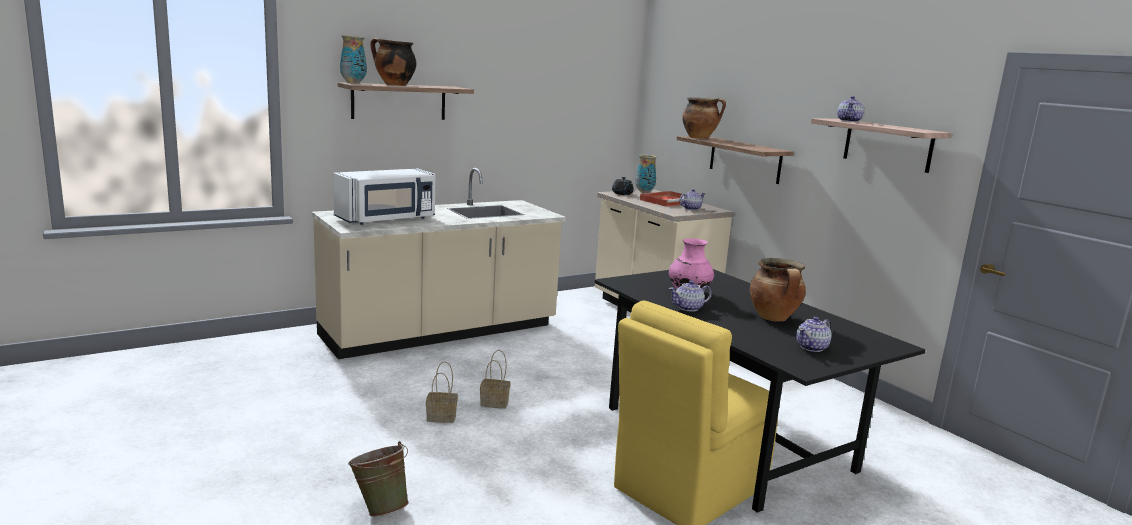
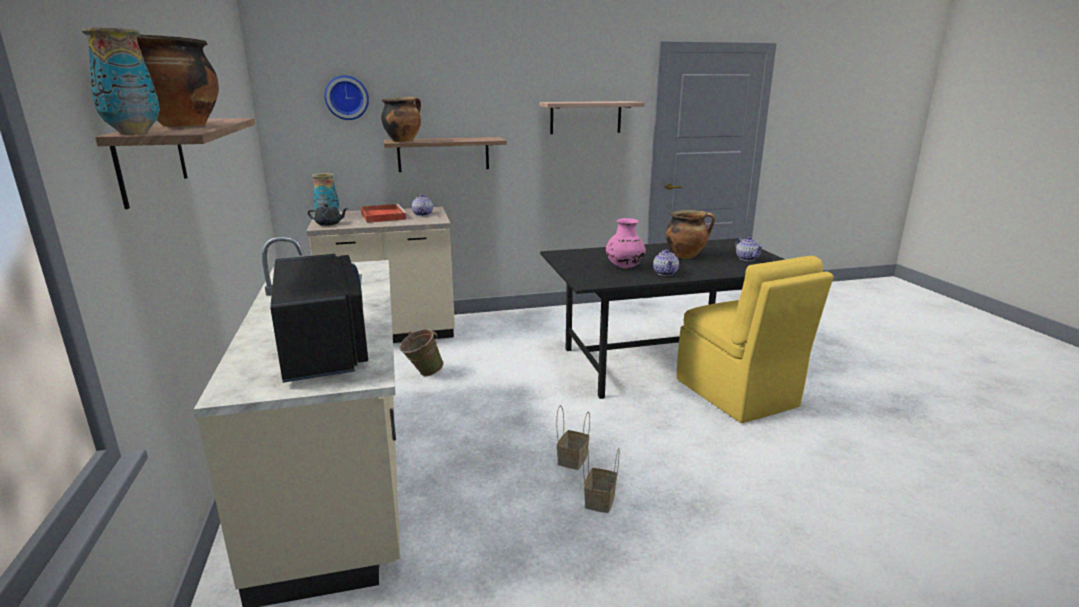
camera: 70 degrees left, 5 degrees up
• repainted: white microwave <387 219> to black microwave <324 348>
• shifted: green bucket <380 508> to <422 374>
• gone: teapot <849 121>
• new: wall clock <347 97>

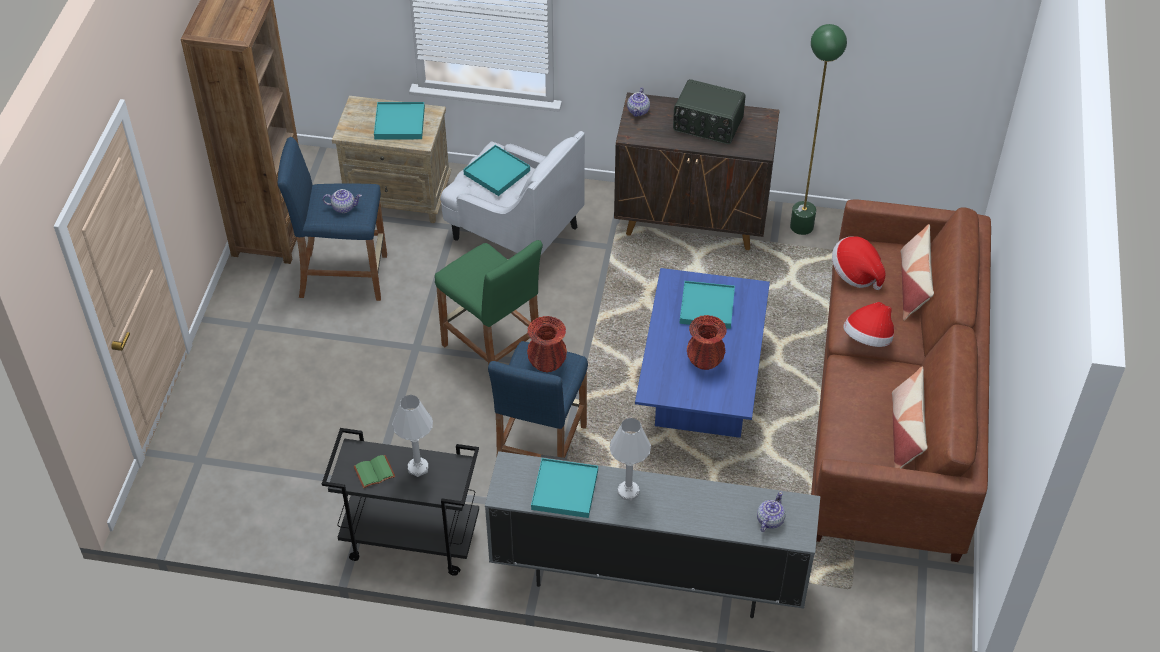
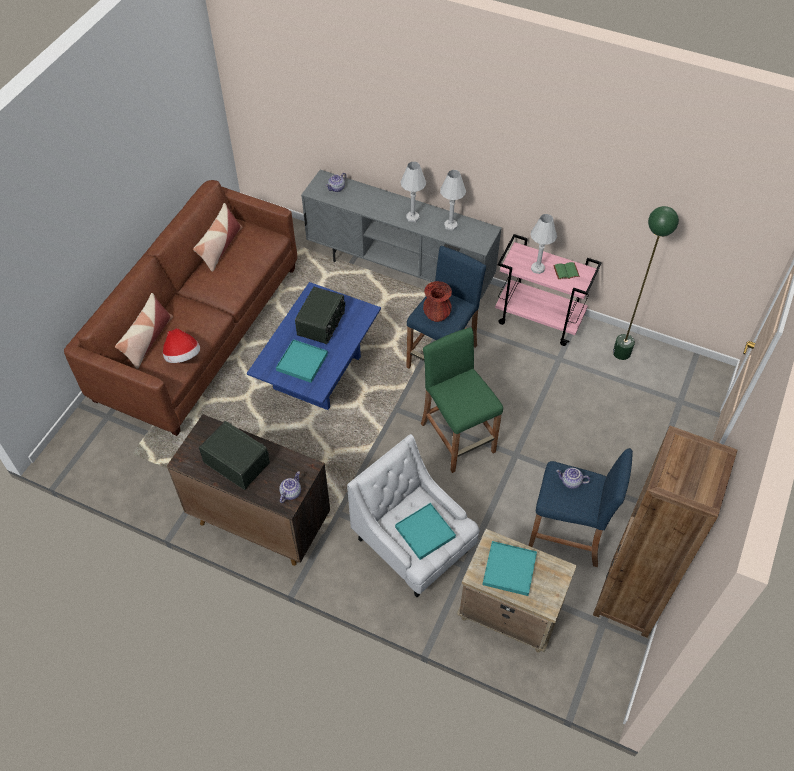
camera: 165 degrees left, 5 degrees up
• repainted: black cart <410 541> to pink cart <539 319>
• swapped: turquoise tray <564 490> to white table lamp <450 225>
• swapped: red vase <705 361> to radio <322 324>
• shifted: green floor lamp <801 226> to <621 352>
• gone: hat <868 339>

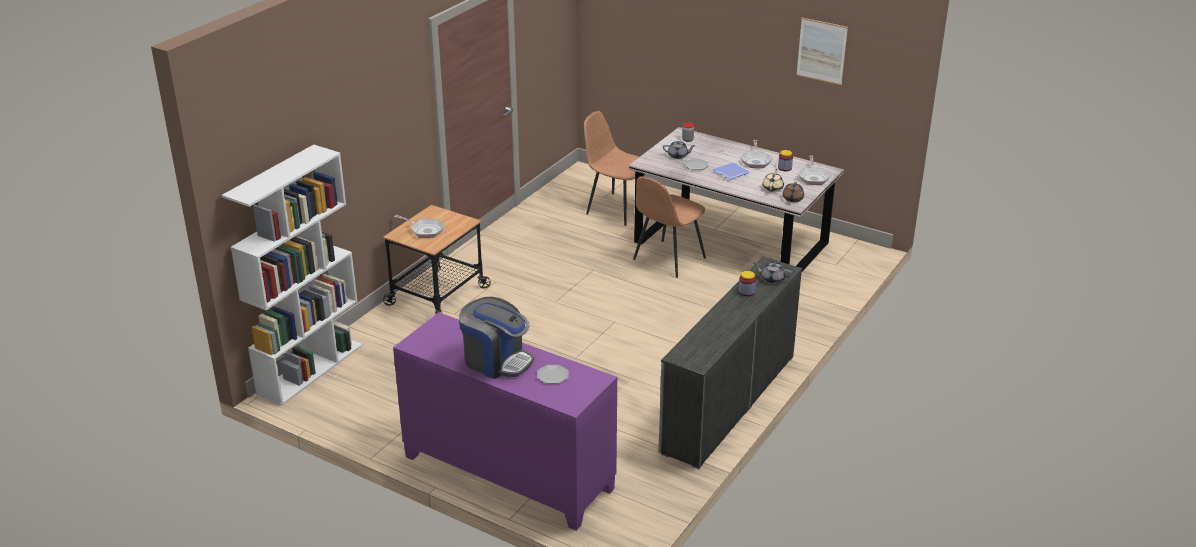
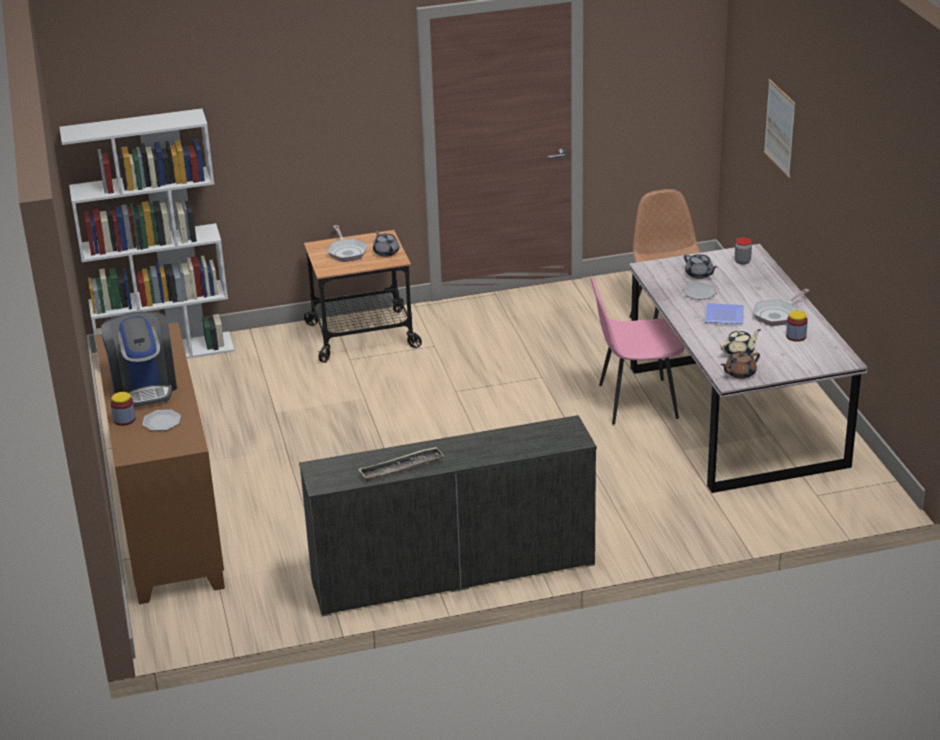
camera: 45 degrees right, 0 degrees up
• repainted: purple cabinet <507 473> to brown cabinet <167 523>
• repainted: brown chair <668 259> to pink chair <635 401>
• shifted: jar <746 292> to <124 419>
• shifted: grey teapot <772 279> to <386 252>
• shifted: picture <821 51> to <779 128>
• gone: frying pan <813 177>
• new: tray <401 468>

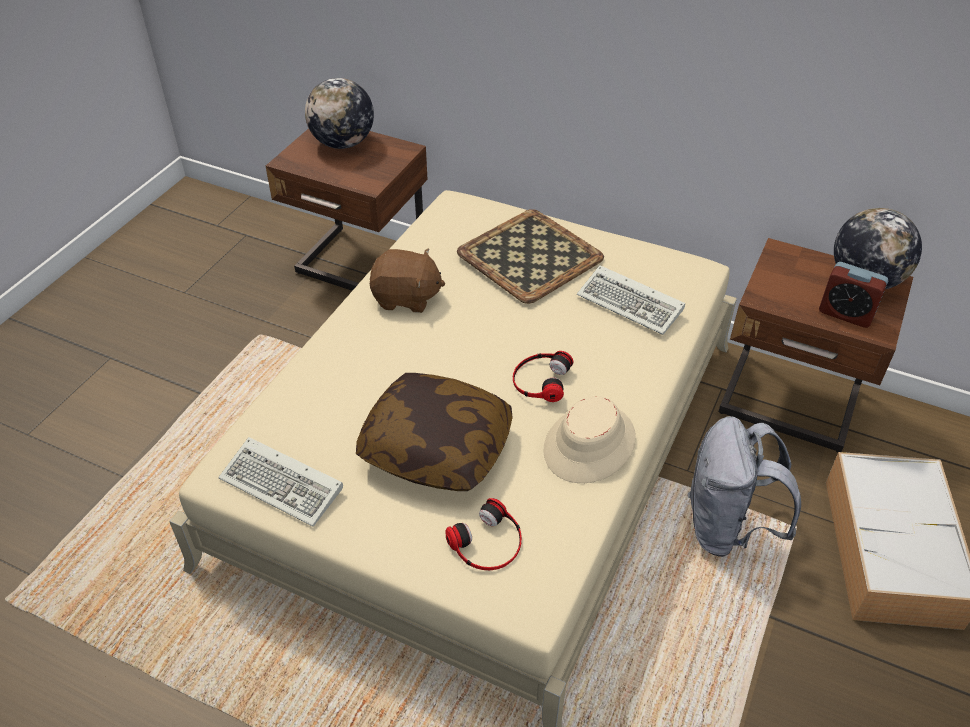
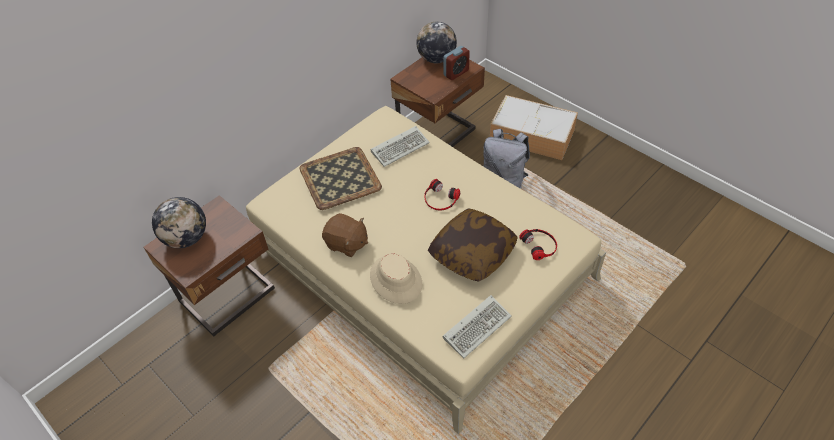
camera: 70 degrees left, 5 degrees up
• rotated: brown plush toy <406 298> = <346 244> 90 degrees clockwise
• shifted: beige hat <589 444> to <396 279>

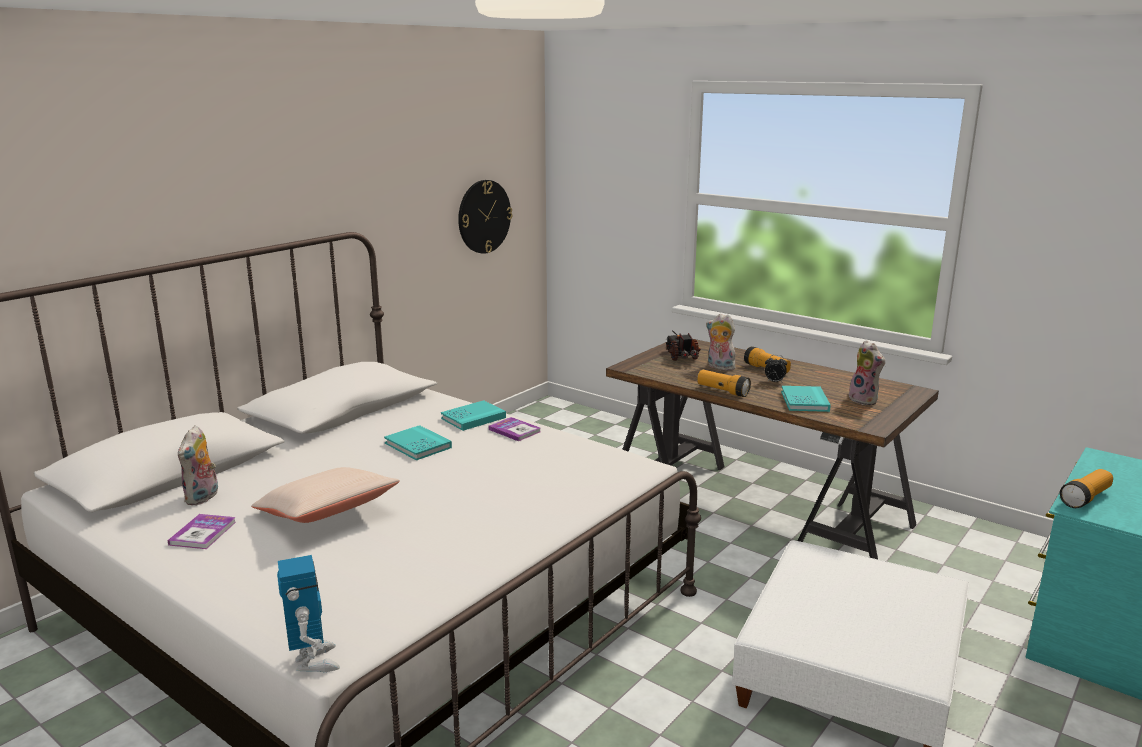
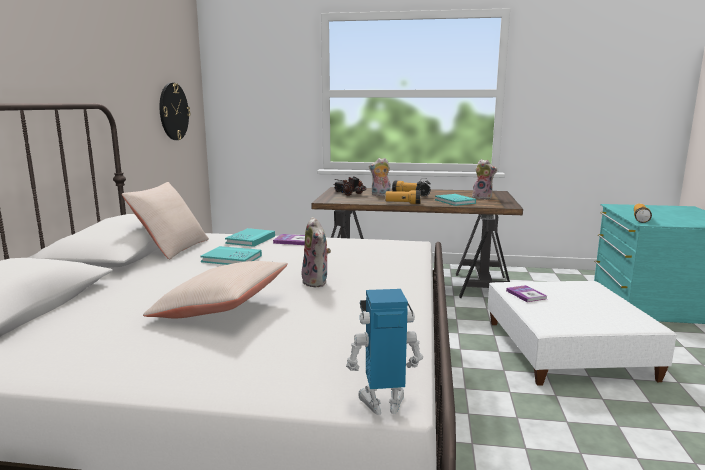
camera: 30 degrees left, 5 degrees down
• shifted: book <203 533> to <526 295>
• shifted: plush toy <203 498> to <317 282>
• rotated: toy robot <313 661> = <383 404> 45 degrees counterclockwise
• new: beige pillow <171 247>

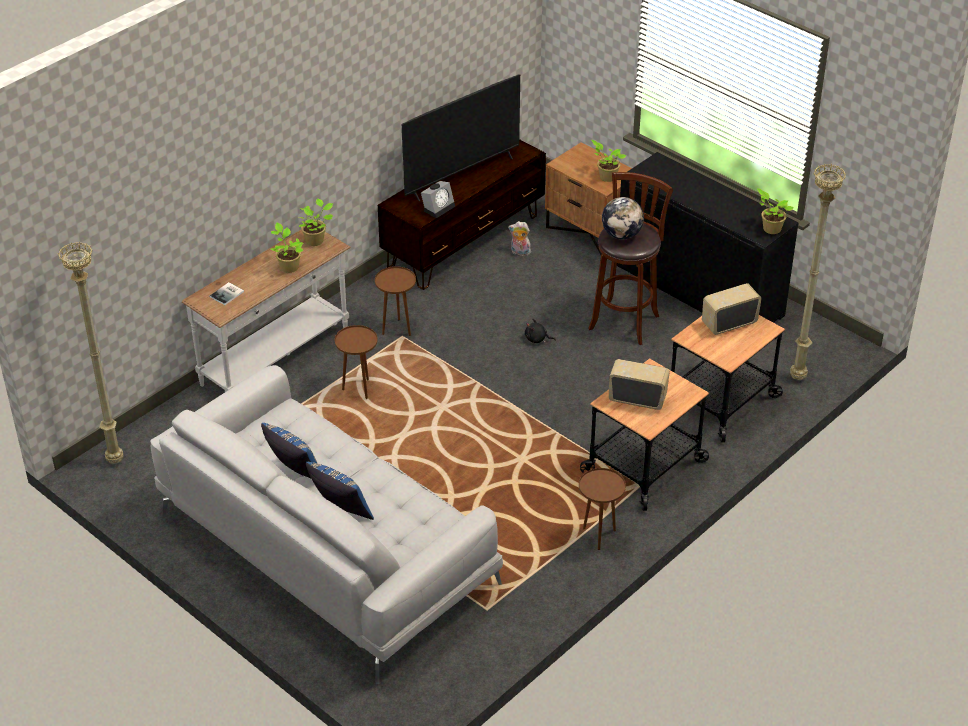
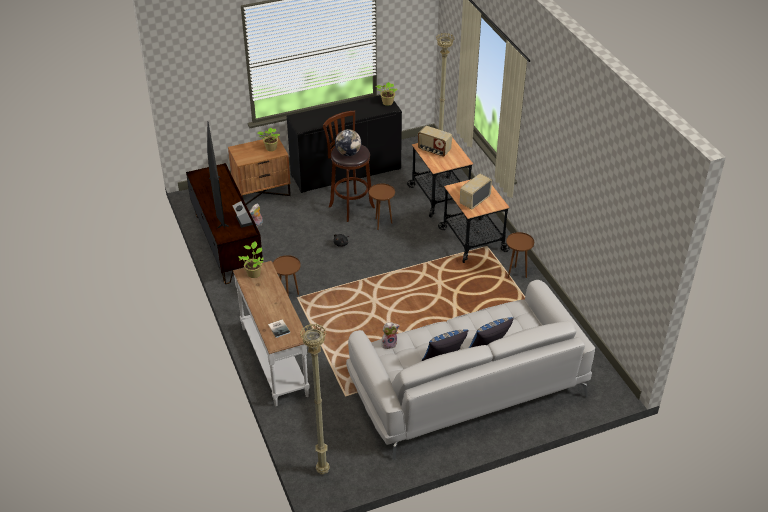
camera: 65 degrees left, 0 degrees up
• gone: potted plant <288 266>
• shifted: brown side table <359 390> to <381 224>
• rotated: radio <729 323> = <434 150> 60 degrees counterclockwise
• new: plush toy <389 344>

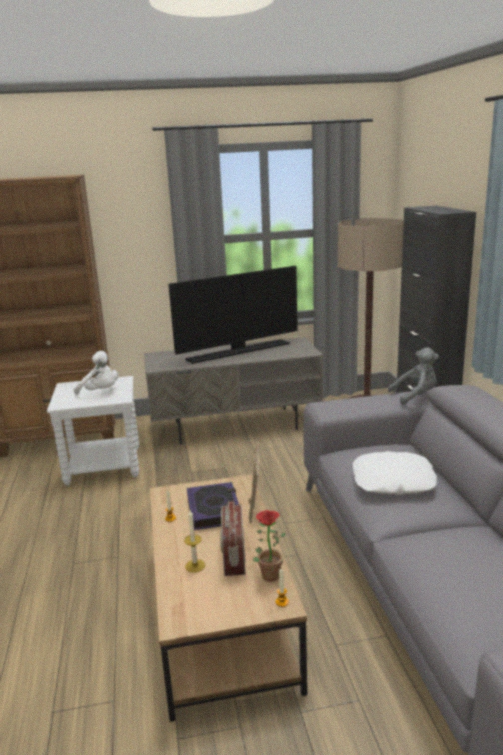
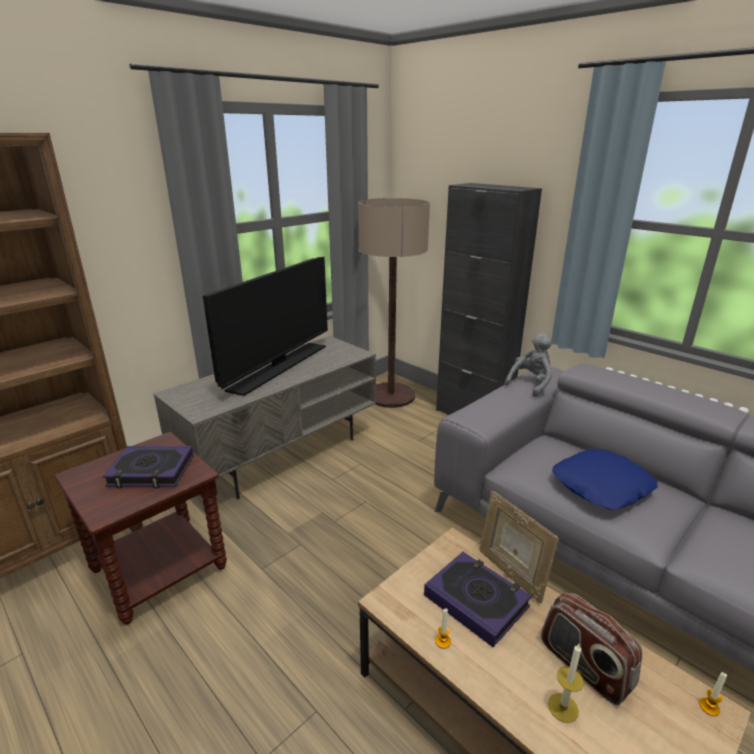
camera: 35 degrees left, 5 degrees up
• repainted: white side table <104 466> to brown side table <159 568>
• swapped: white plush toy <100 392> to book <151 471>
• gone: potted plant <268 573>
• repainted: white pillow <393 481> to blue pillow <602 486>

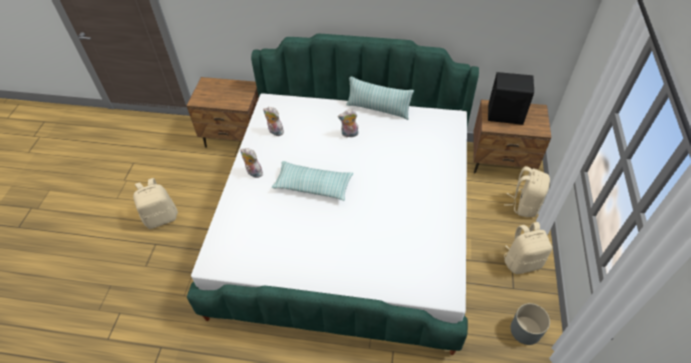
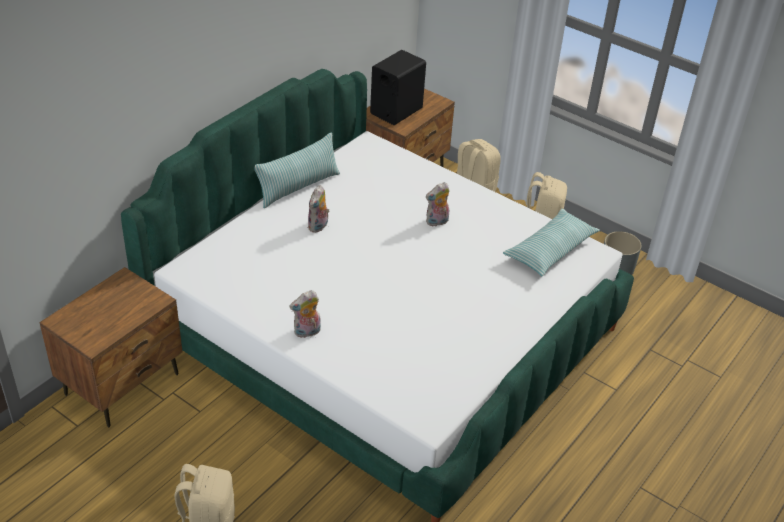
camera: 65 degrees left, 10 degrees down
• shifted: plush toy <274 132> to <437 222>
• shifted: pillow <313 185> to <550 250>

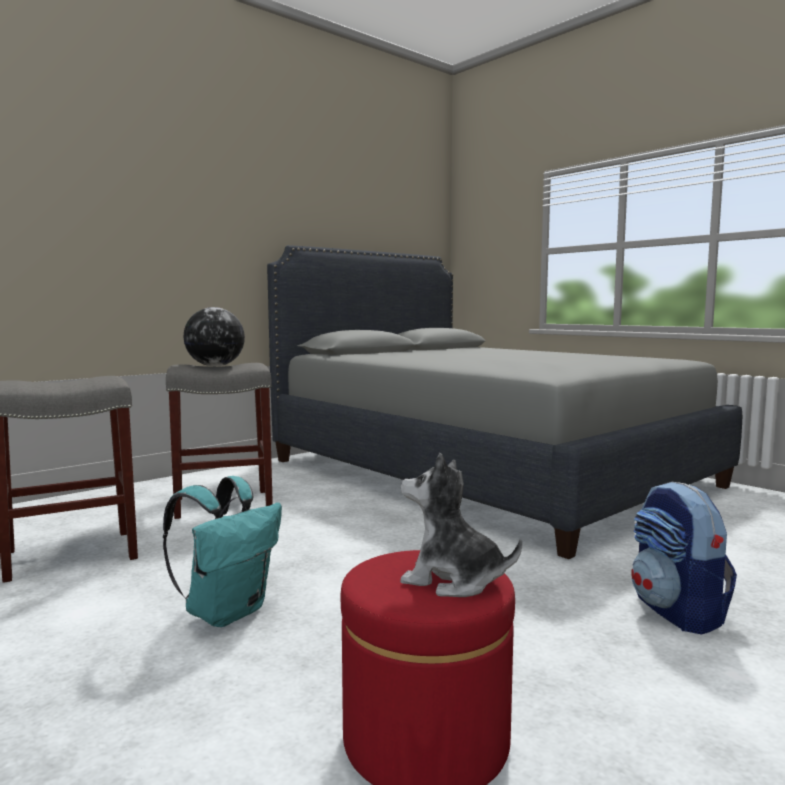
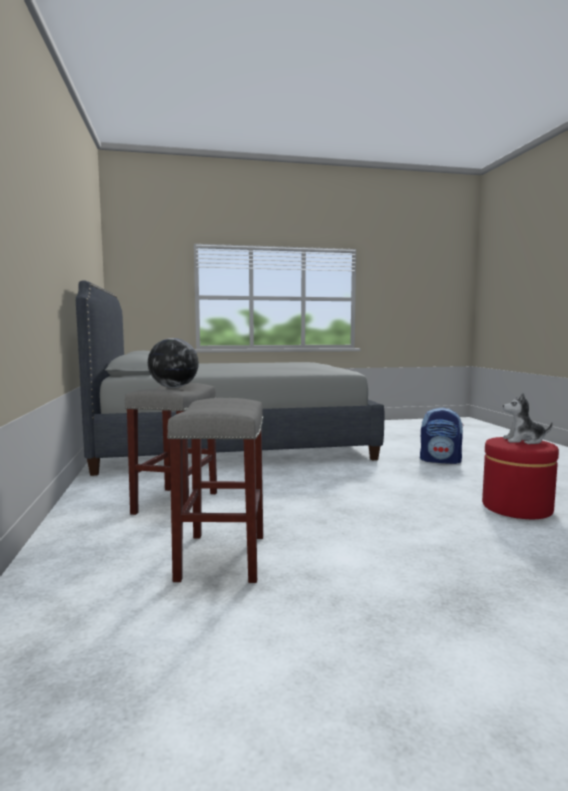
camera: 60 degrees left, 0 degrees up
• gone: turquoise backpack <227 612>
• rotated: plush toy <453 580> = <524 441> 45 degrees clockwise

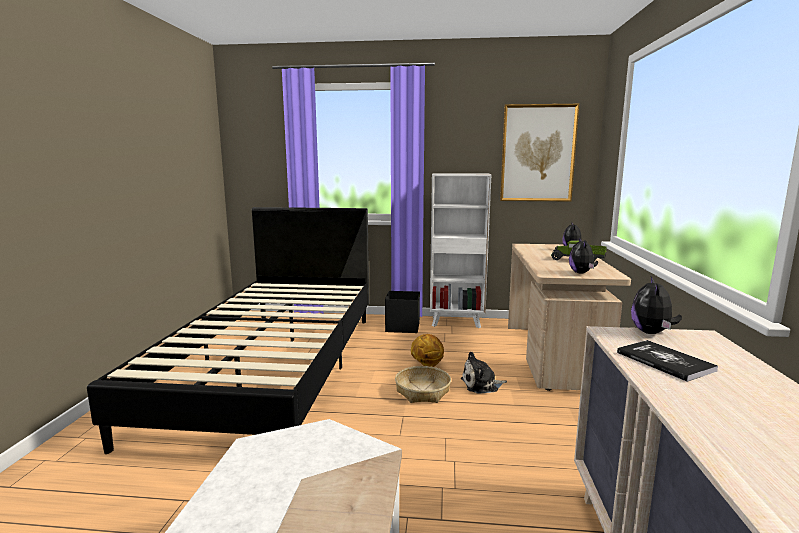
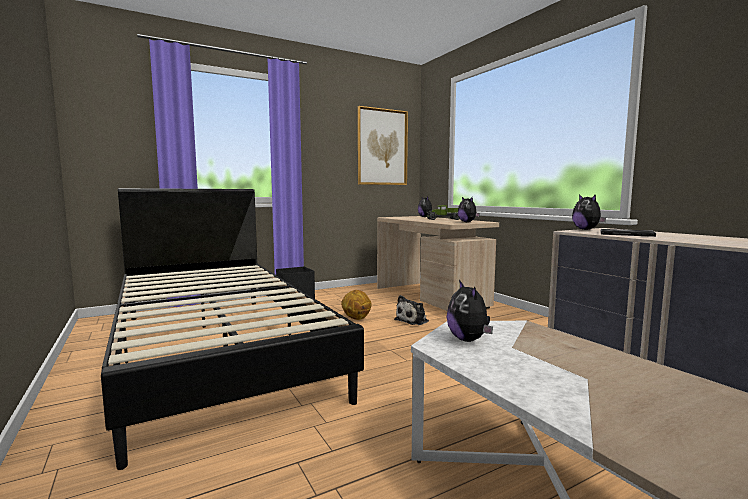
camera: 35 degrees left, 5 degrees down
• gone: basket <422 392>
• gone: white bookcase <457 322>
• new: plush toy <469 340>

